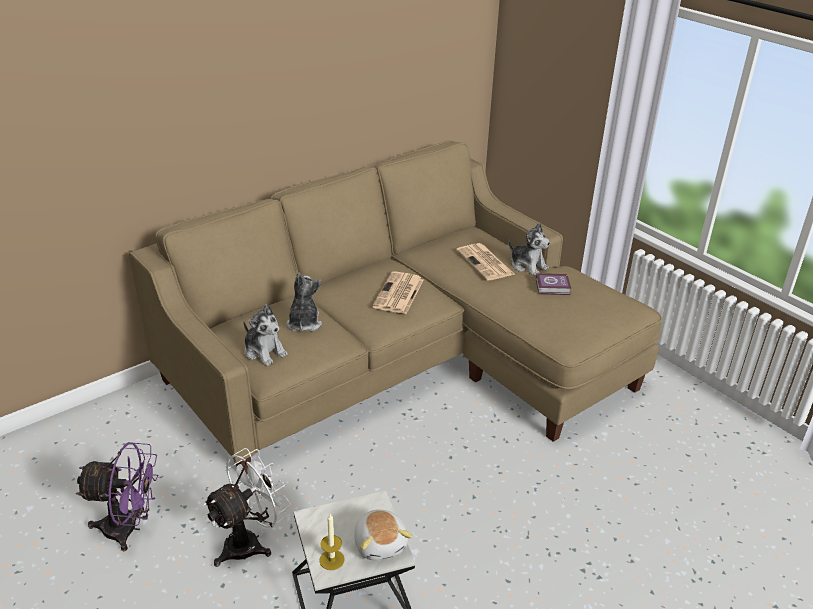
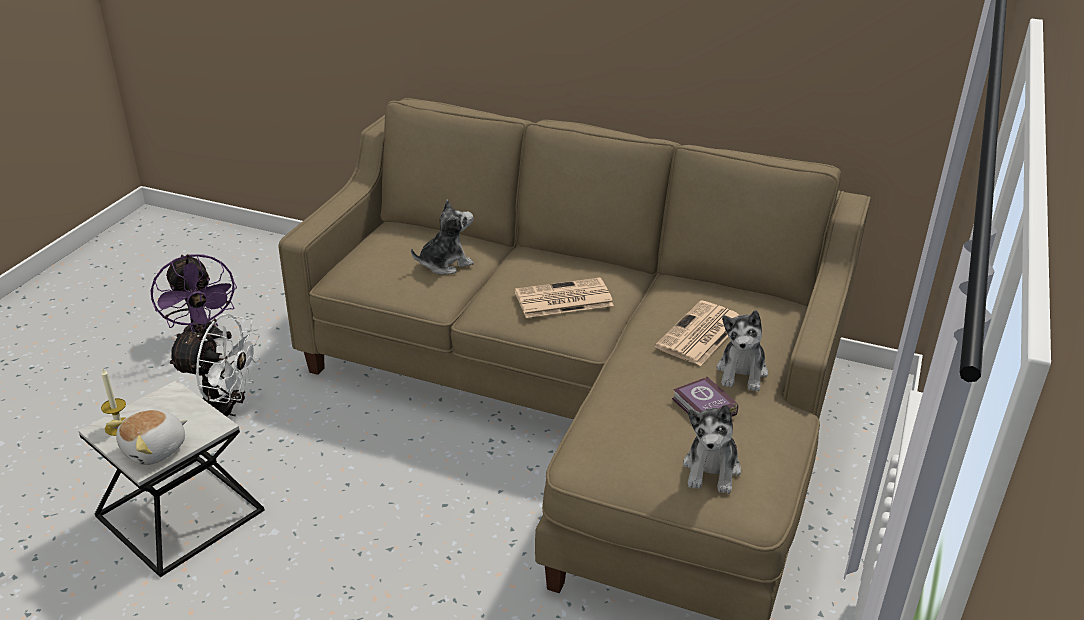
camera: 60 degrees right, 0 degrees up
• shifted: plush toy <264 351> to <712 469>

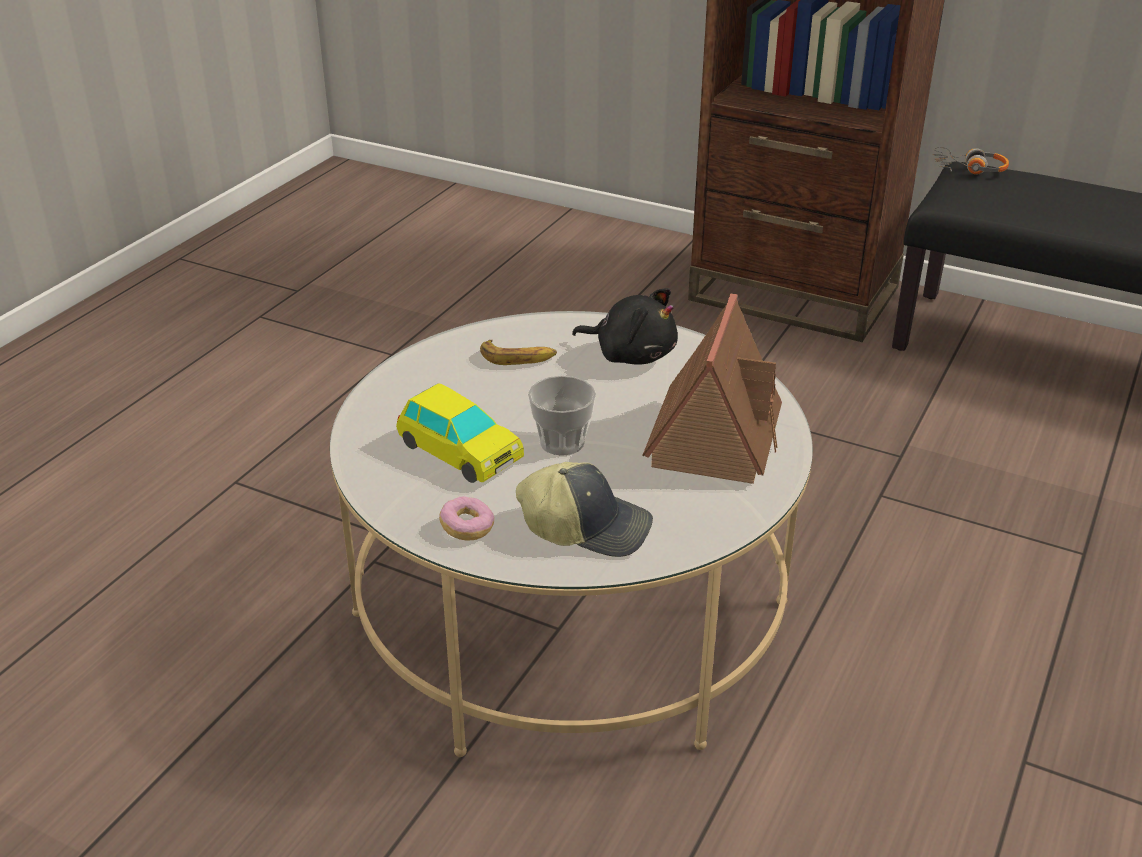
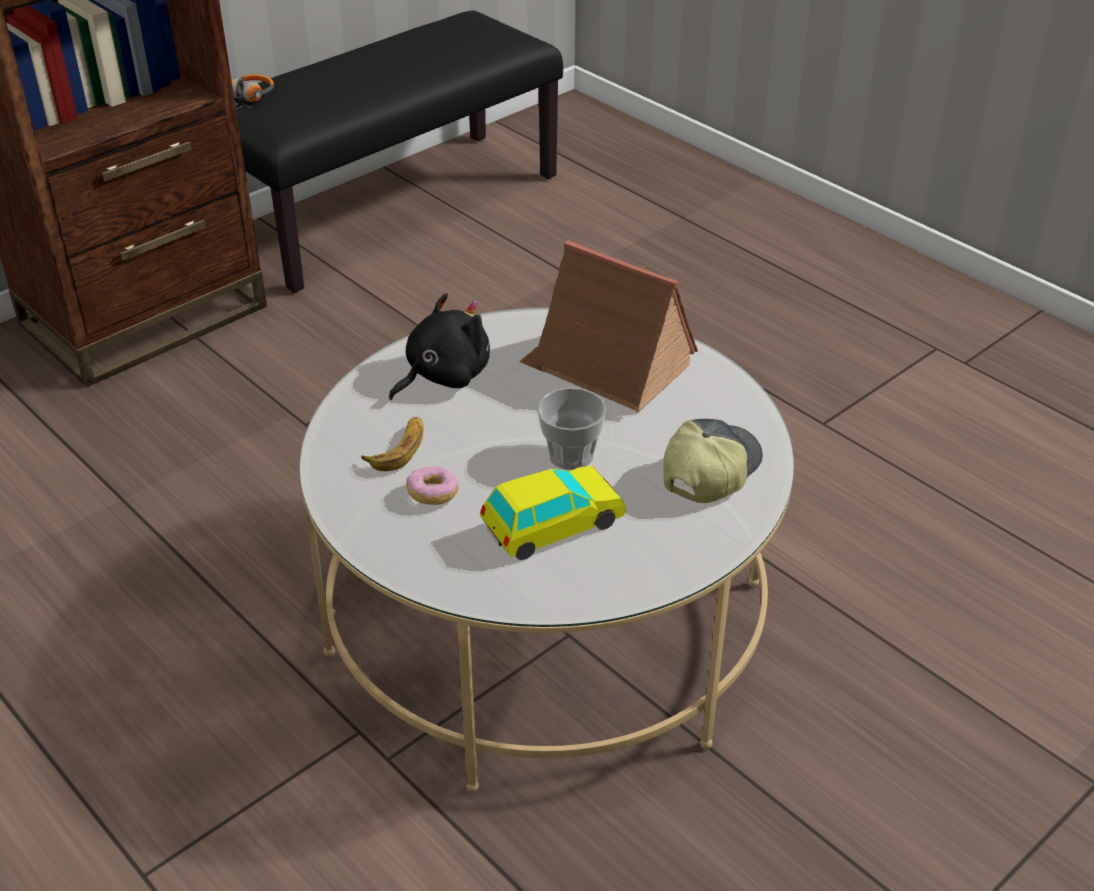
camera: 70 degrees left, 5 degrees up
• shifted: donut <467 528> to <433 494>

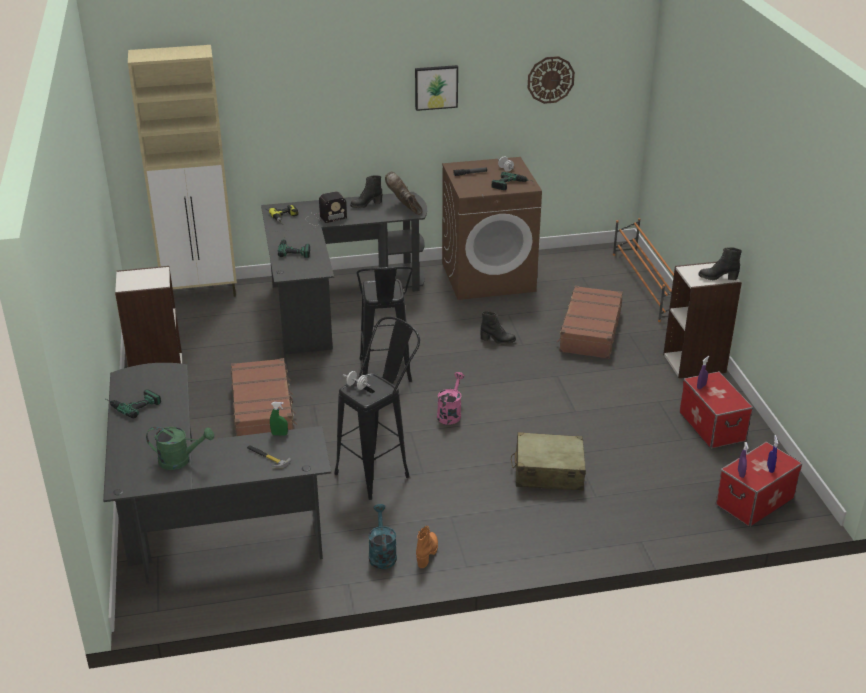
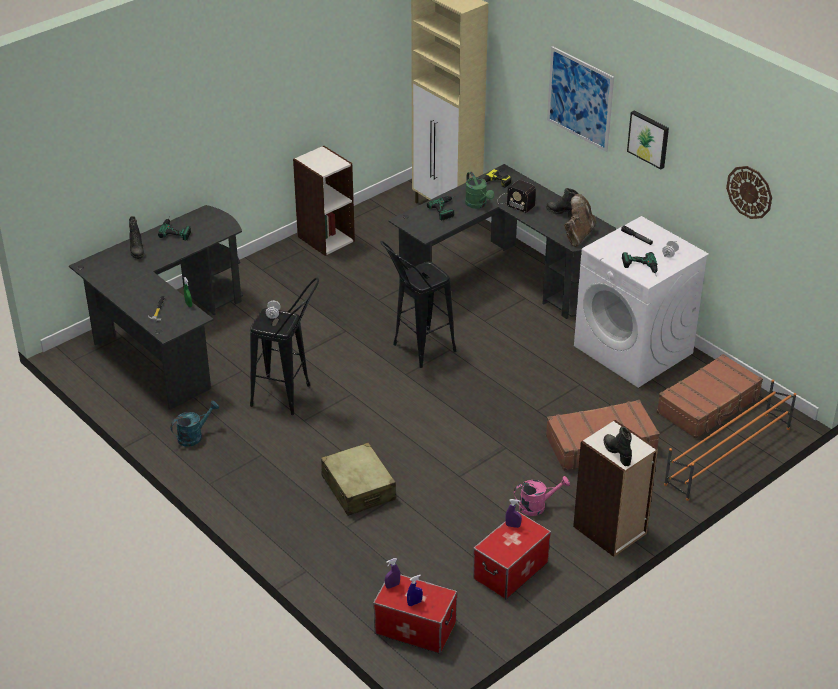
camera: 60 degrees right, 5 degrees up
• shifted: green watering can <180 460> to <478 205>
• shifted: brown suitcase <263 410> to <709 405>
• gone: orange boot <427 553>
• shifted: pink watering can <450 413> to <537 506>
• repainted: brown washing machine <488 277> to white washing machine <634 350>
• shifted: black boot <497 340> to <136 251>
• new: picture <580 98>

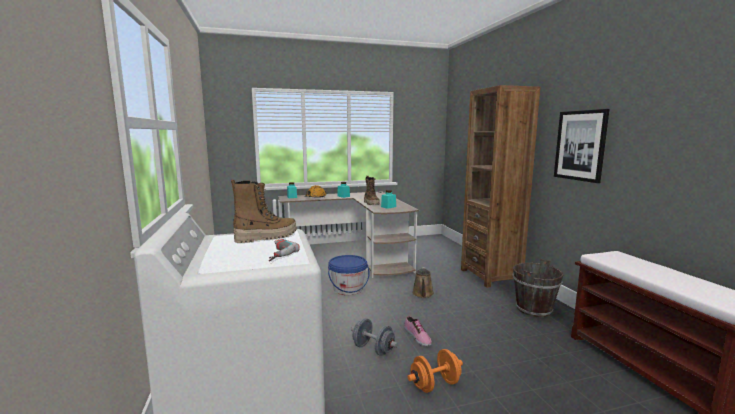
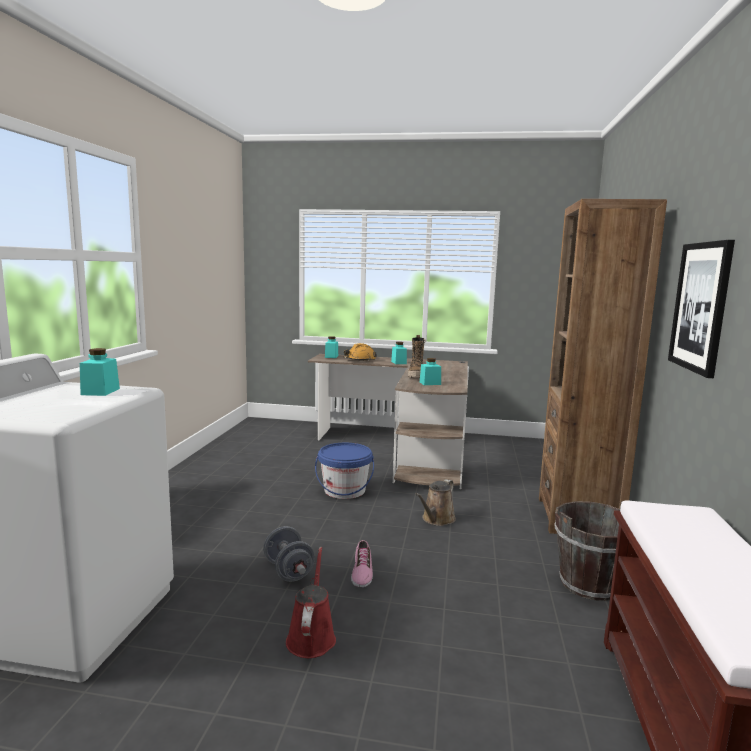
camera: 25 degrees right, 0 degrees up
• swapped: boot <266 237> to turquoise jar <100 391>
• gone: power drill <274 254>
• swapped: orange dumbbell <435 384> to red watering can <311 637>

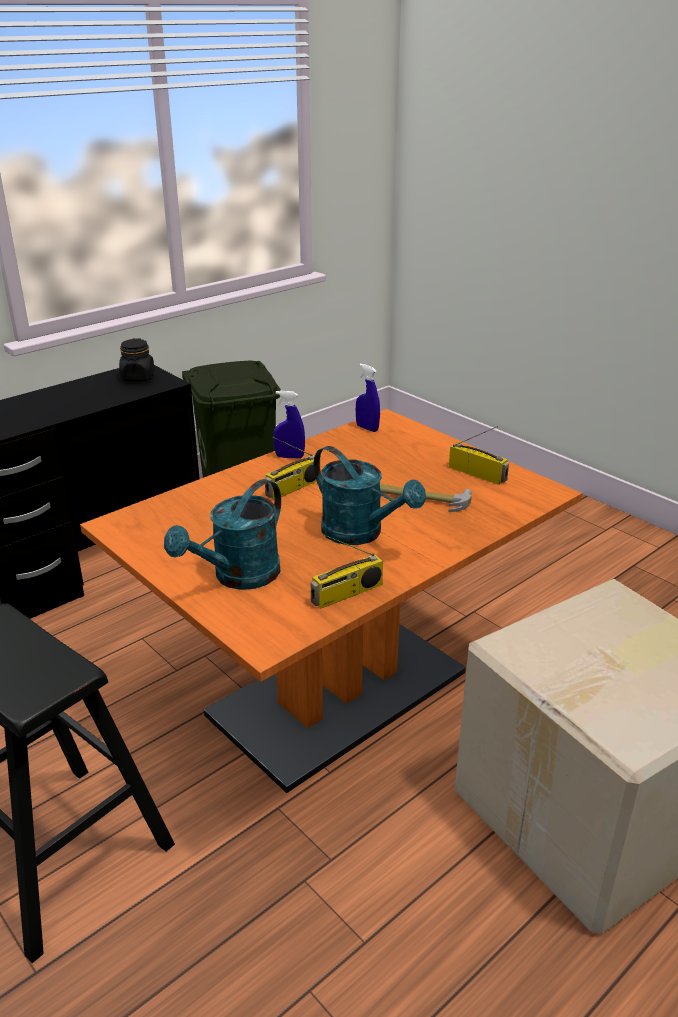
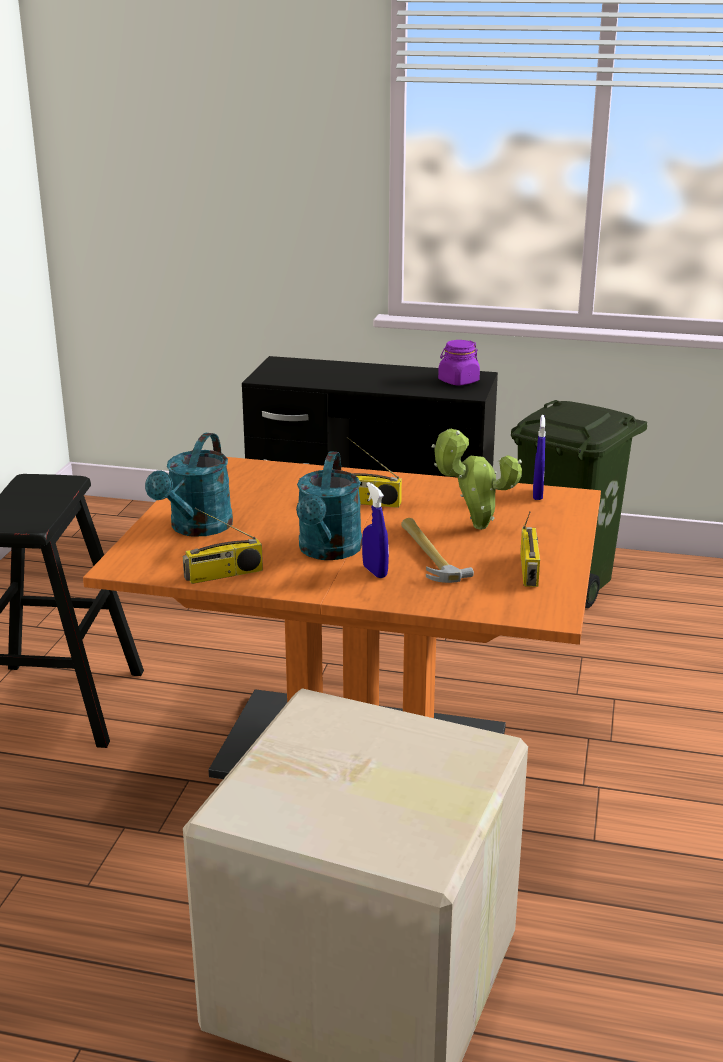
camera: 55 degrees right, 5 degrees down
• repainted: black jar <138 377> to purple jar <458 381>
• rotated: turquoise watering can <238 577> = <196 528> 75 degrees counterclockwise
• shifted: blue spray bottle <289 457> to <375 572>
• rotated: radio <347 594> = <223 575> 45 degrees counterclockwise
• new: potted plant <474 527>

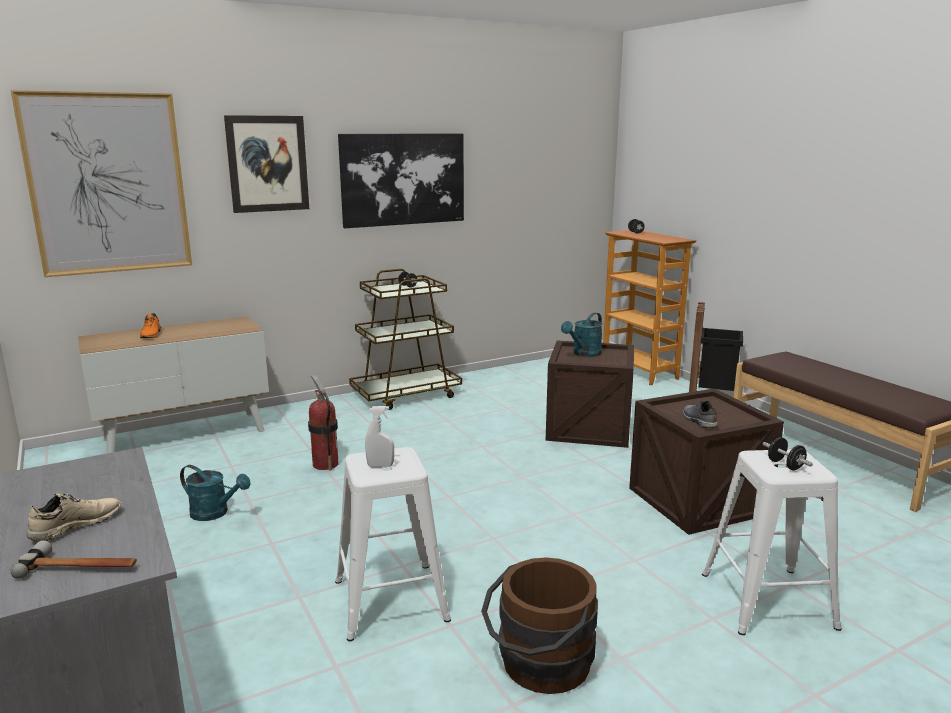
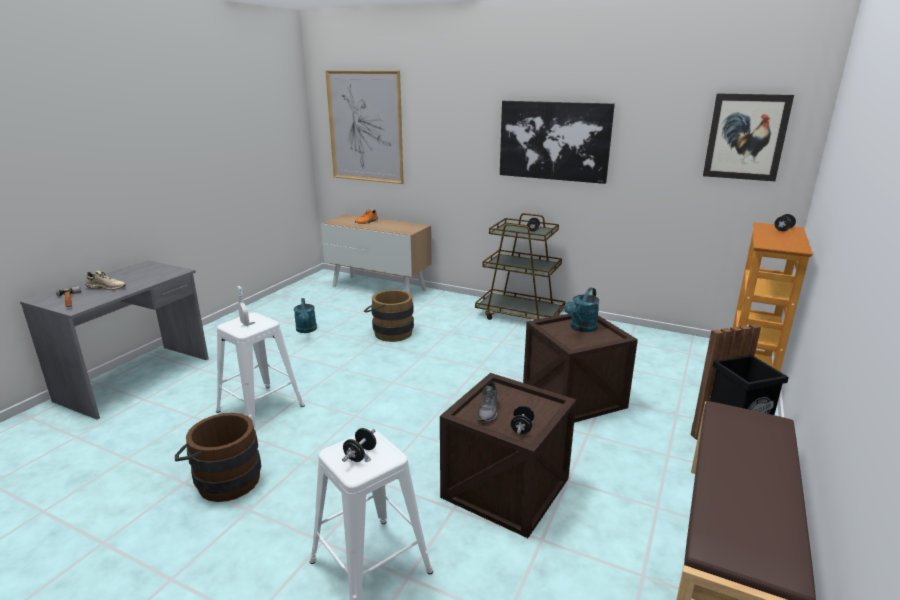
camera: 55 degrees right, 5 degrees up
• shifted: picture <267 164> to <746 137>
• swapped: fire extinguisher <325 464> to brown bucket <390 332>
• rotated: turquoise watering can <584 354> = <581 328> 60 degrees counterclockwise
• rotated: grey shoe <698 421> = <488 410> 150 degrees clockwise
• new: black dumbbell <522 428>

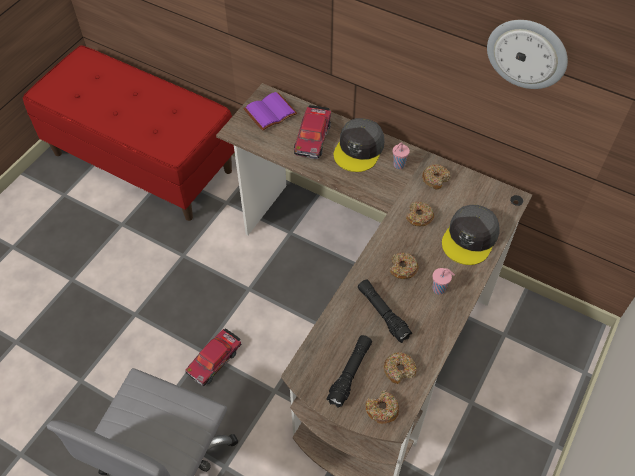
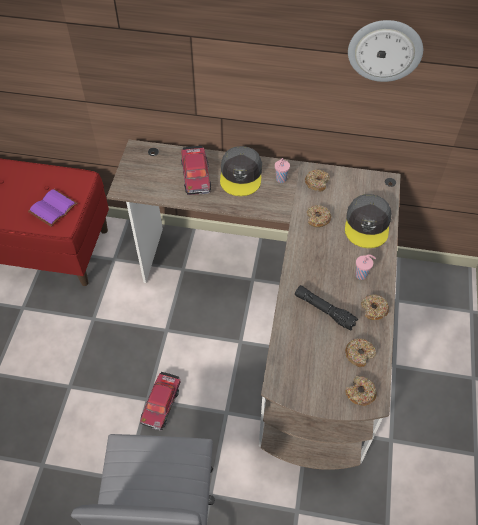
camera: 20 degrees left, 0 degrees up
• shifted: purple book <270 113> to <53 209>
• gone: black flashlight <350 373>
• shifted: donut <402 269> to <373 310>

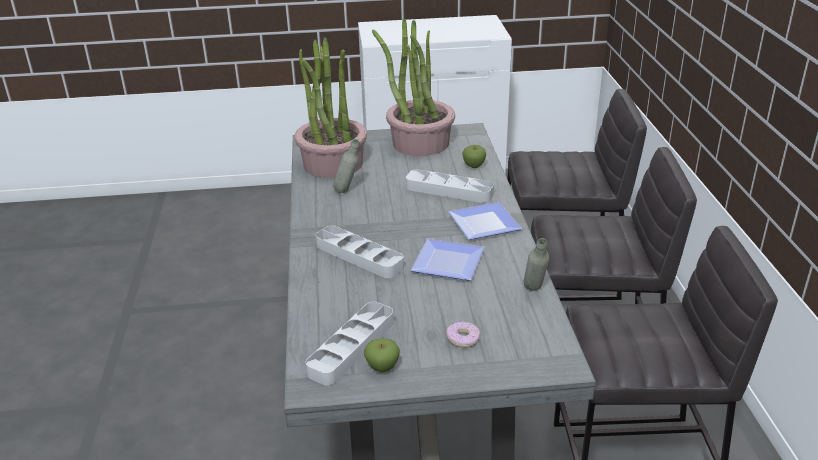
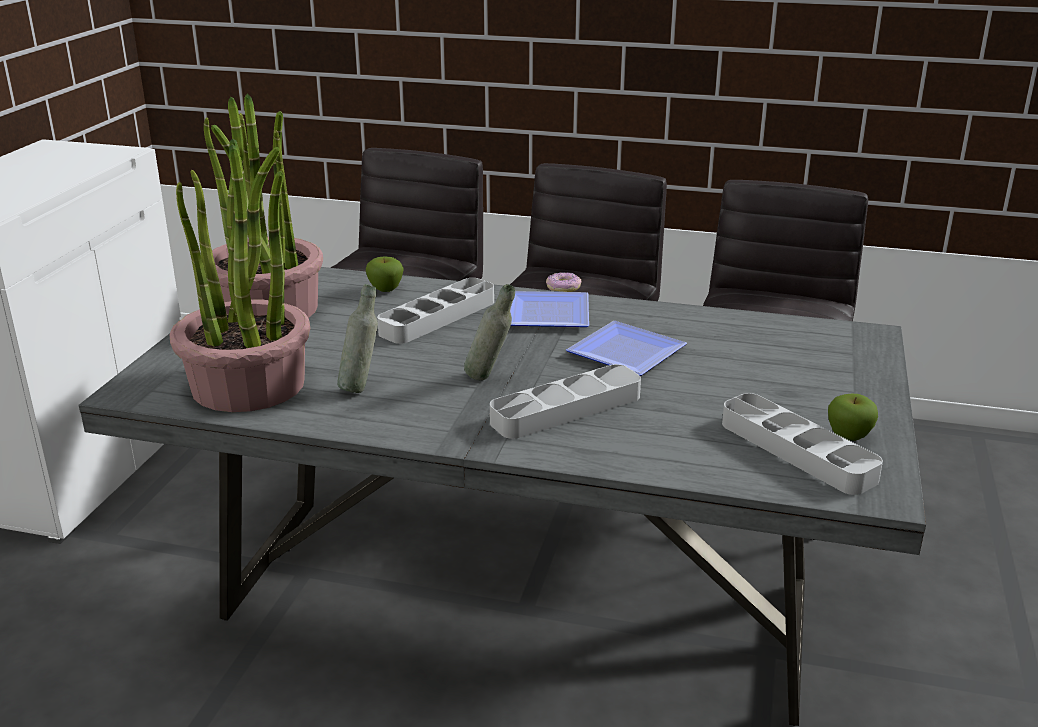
camera: 70 degrees left, 5 degrees down
• shifted: donut <463 339> to <563 288>
• shifted: grey bottle <534 292> to <489 378>

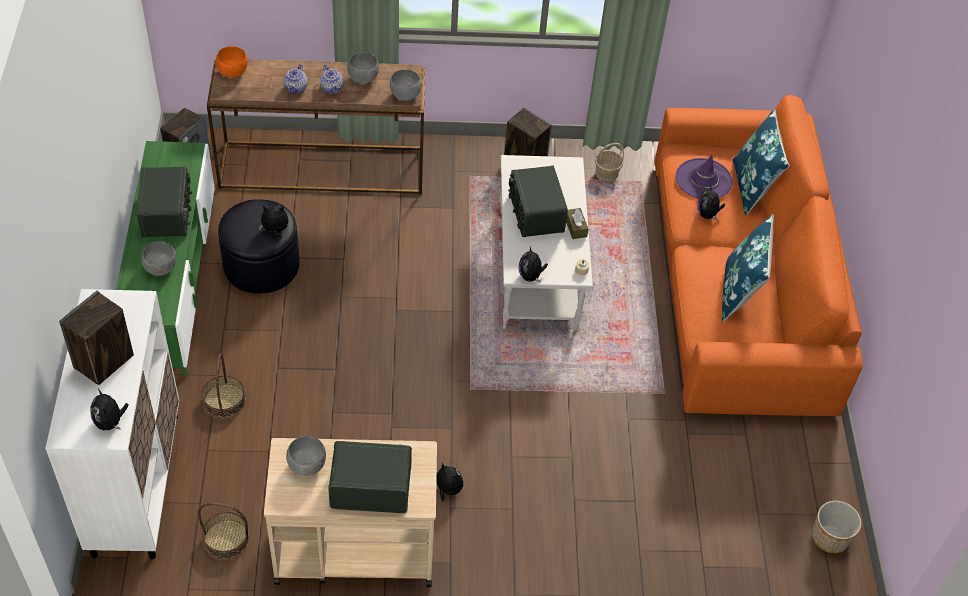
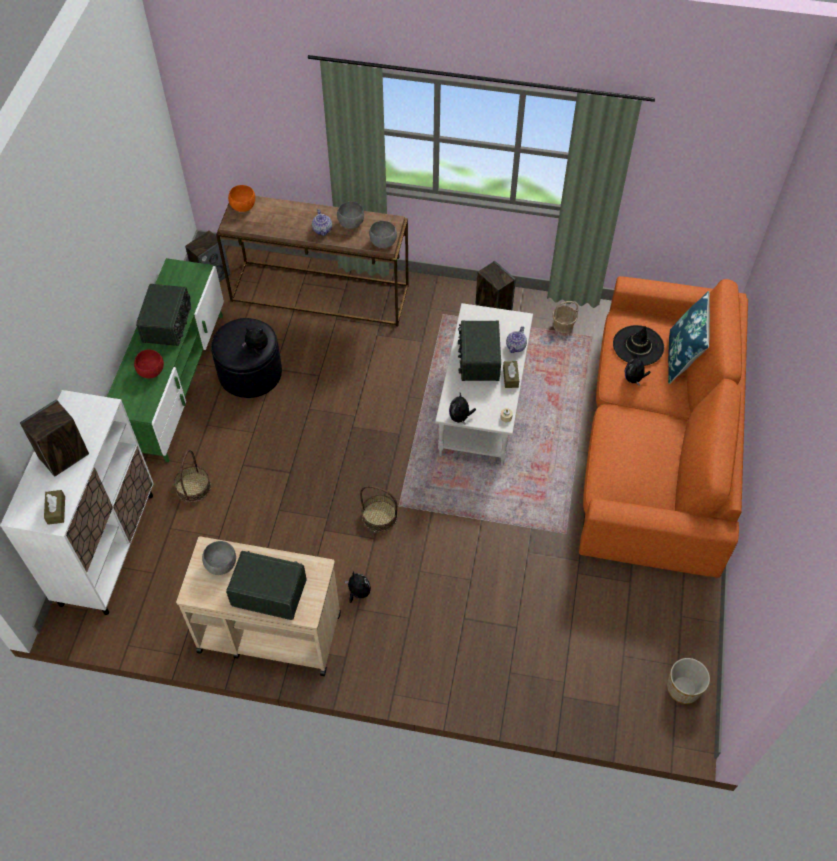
camera: 15 degrees right, 5 degrees up
• swapped: plush toy <110 422> to brown tissue box <56 510>
• repainted: grey bowl <161 268> to red bowl <152 371>
• shifted: basket <226 539> to <379 516>
• shifted: teapot <296 88> to <516 347>
• repainted: purple hat <703 179> to black hat <638 346>
• gone: blue pillow <739 292>

